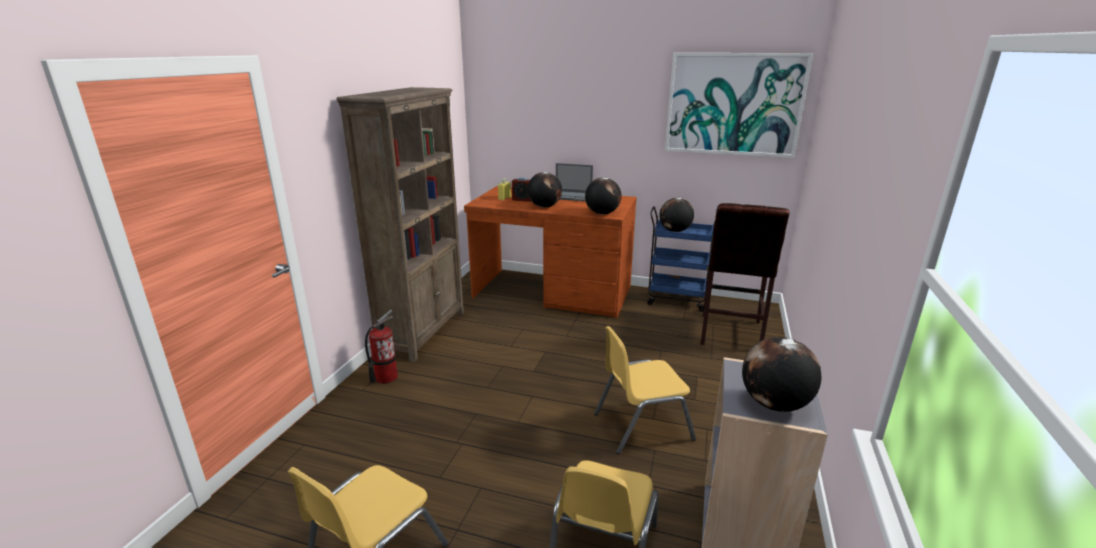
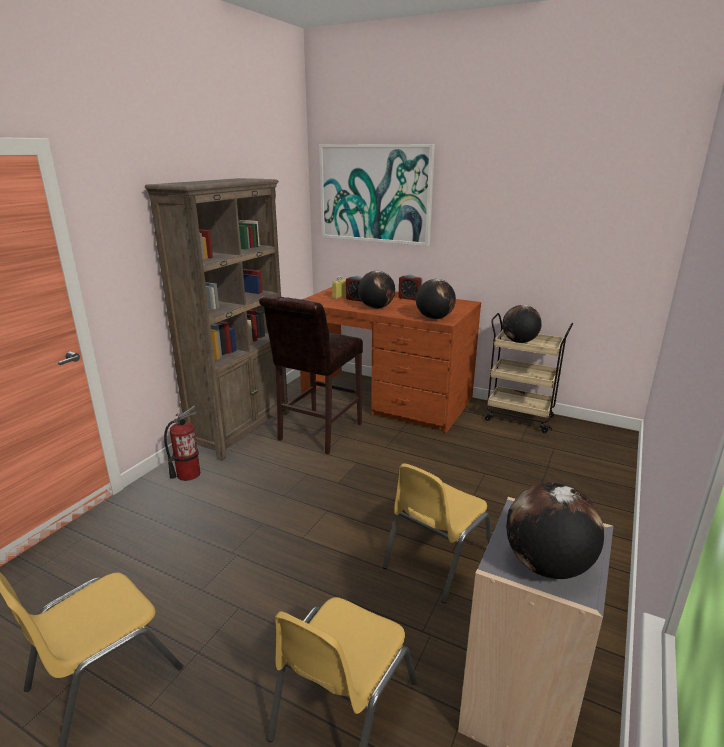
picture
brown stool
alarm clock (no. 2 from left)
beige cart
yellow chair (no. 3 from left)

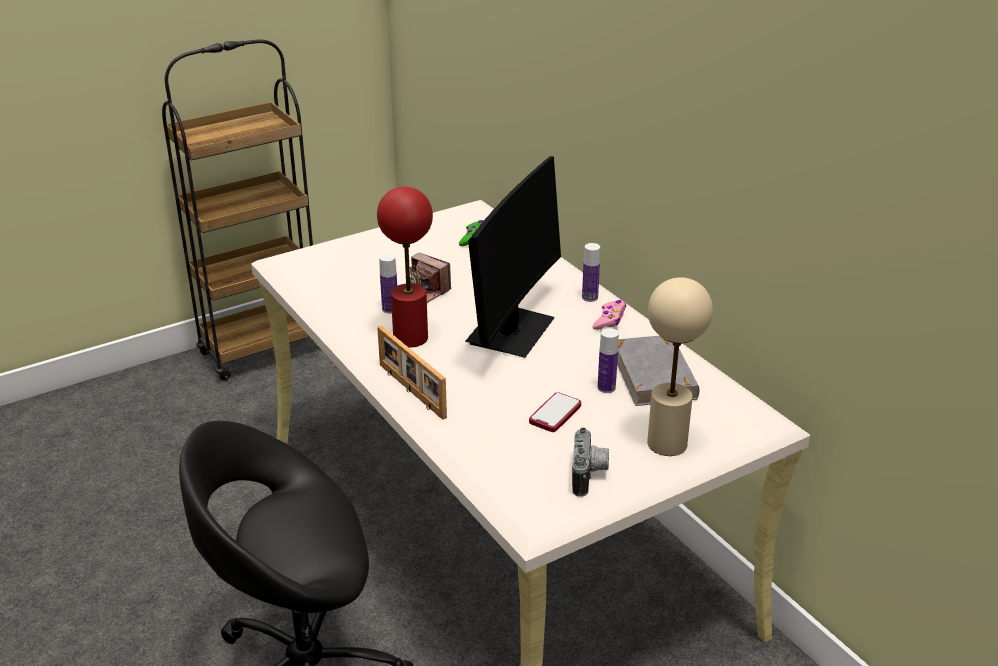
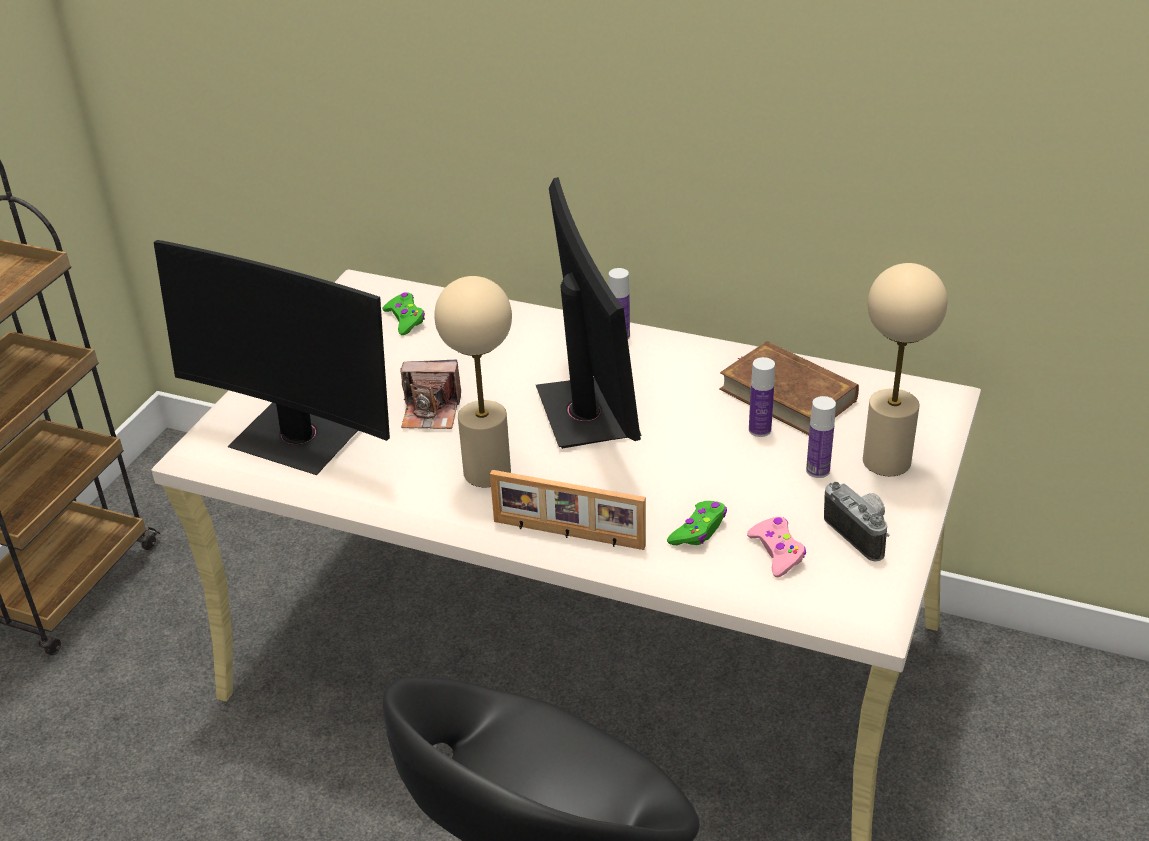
phone
monitor (no. 1 from left)
green game controller (no. 2 from left)
bottle (no. 3 from left)
pink game controller
beige table lamp (no. 1 from left)
brown book

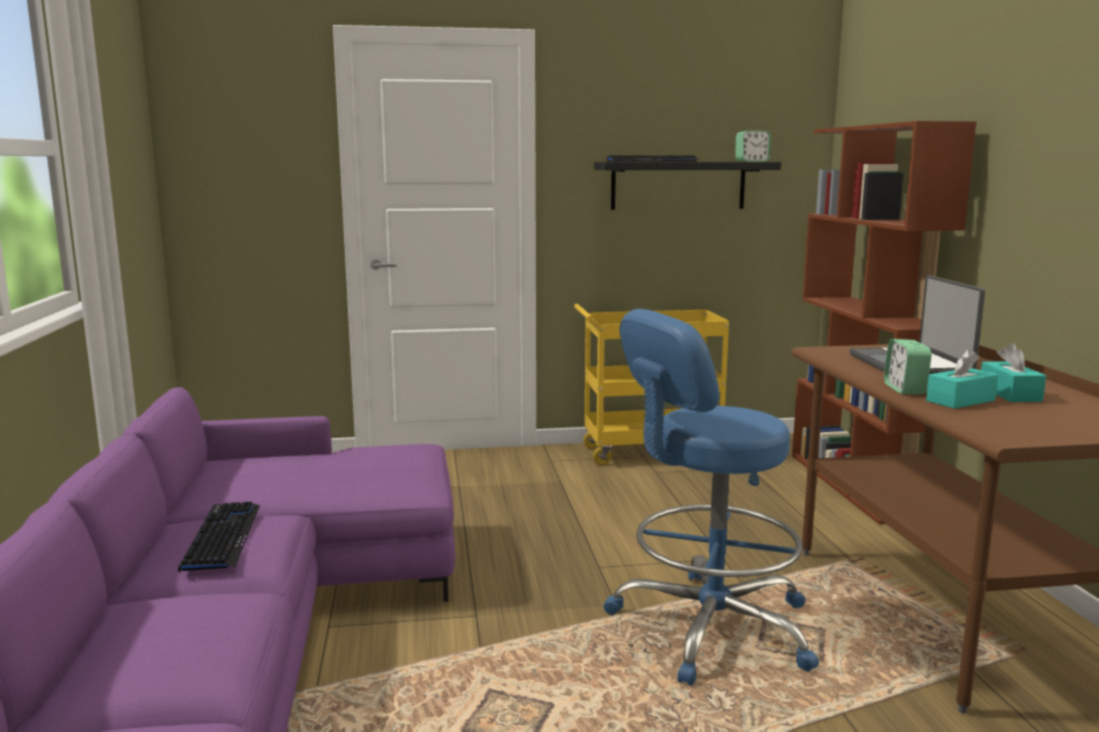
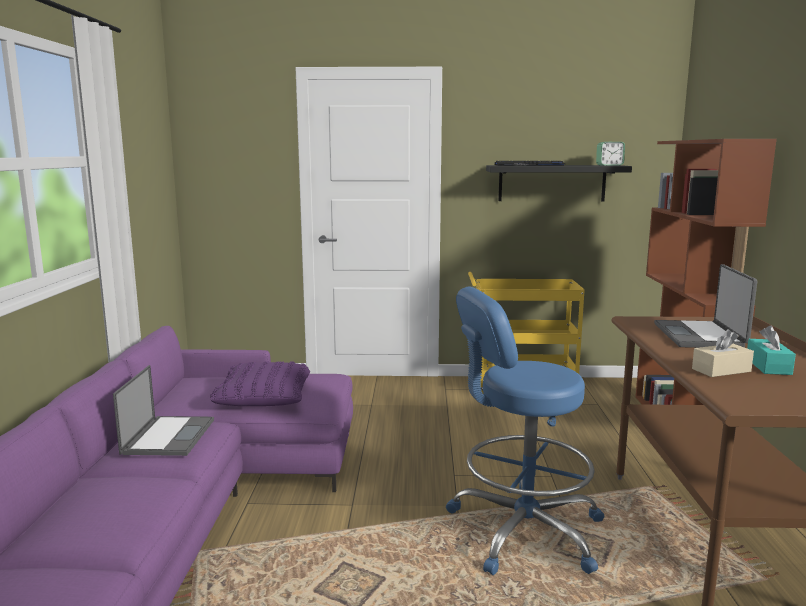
alarm clock (no. 2 from left in the first image)
purple pillow
laptop (no. 1 from left)
beige tissue box

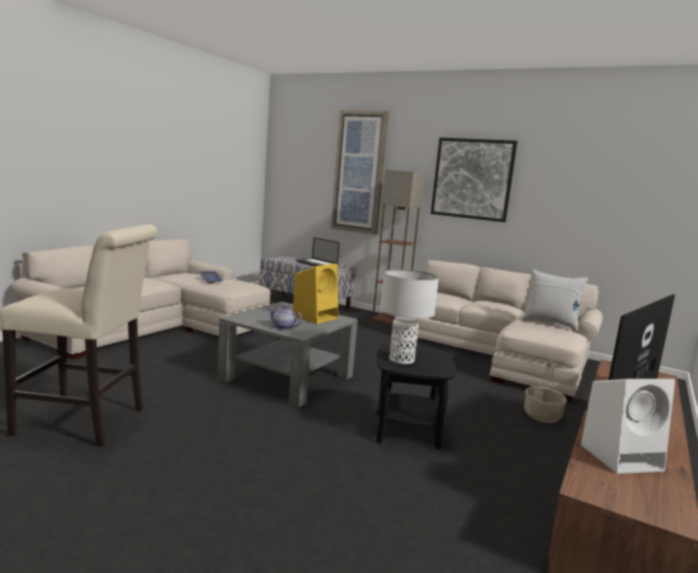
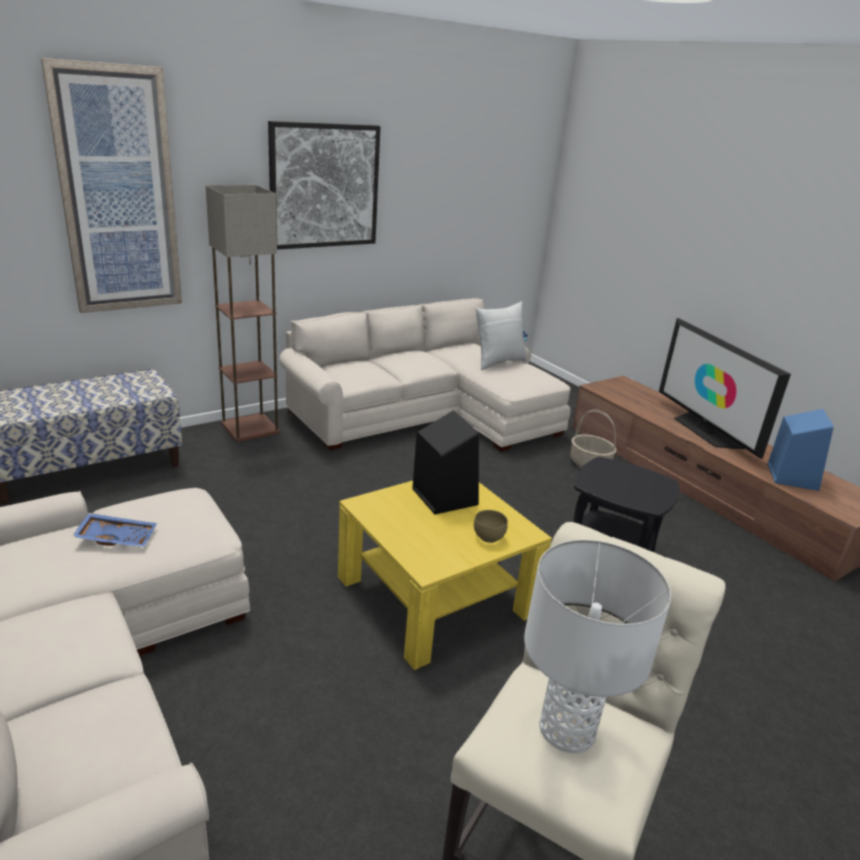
laptop
white table lamp
brown bowl
yellow coffee table
black speaker
blue speaker

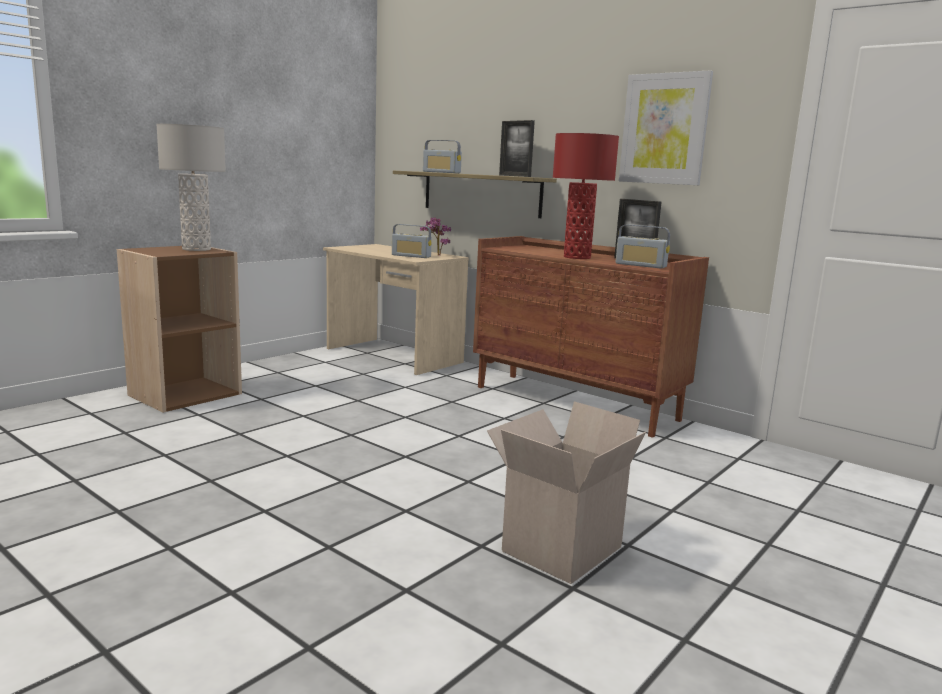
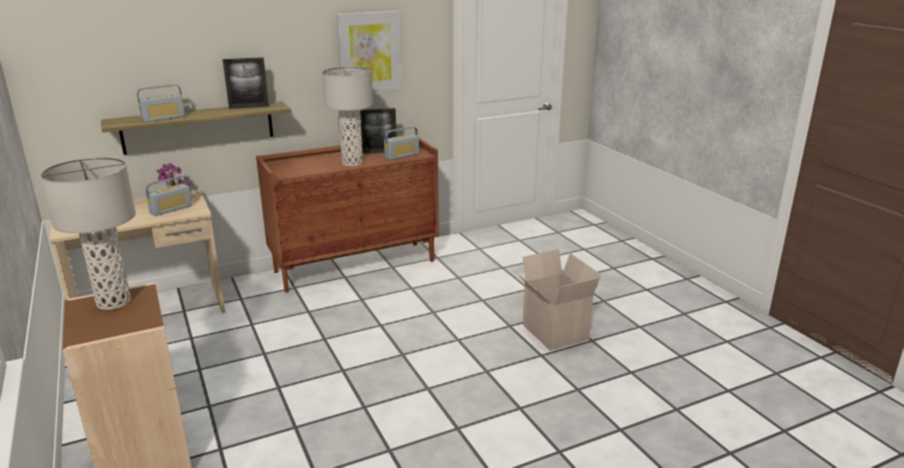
white table lamp (no. 2 from left)

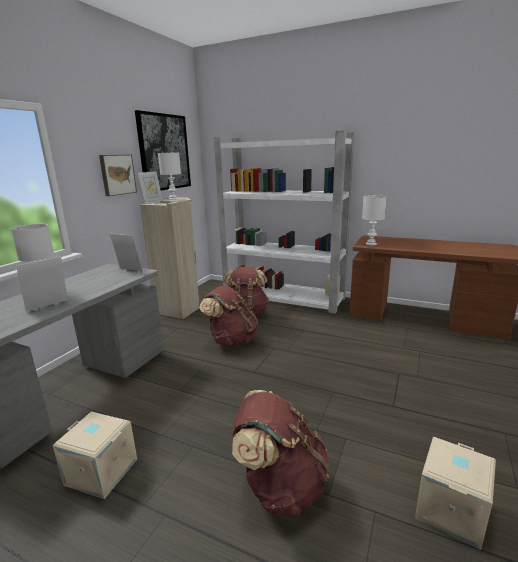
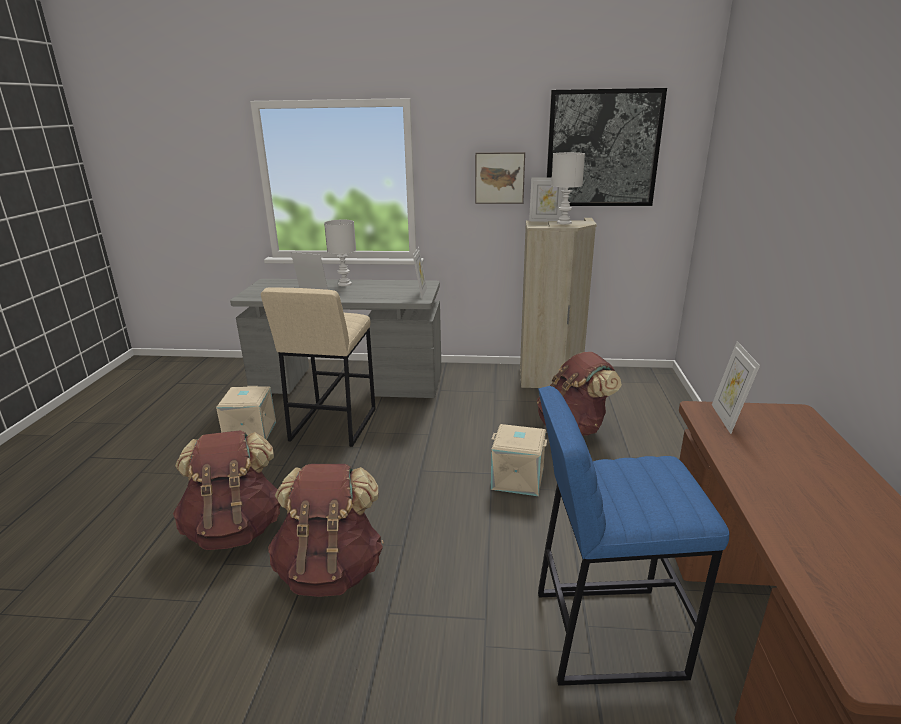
white bookcase
beige stool
blue stool
brown backpack (no. 2 from left)
beige storage box (no. 2 from left)
picture frame (no. 4 from left)

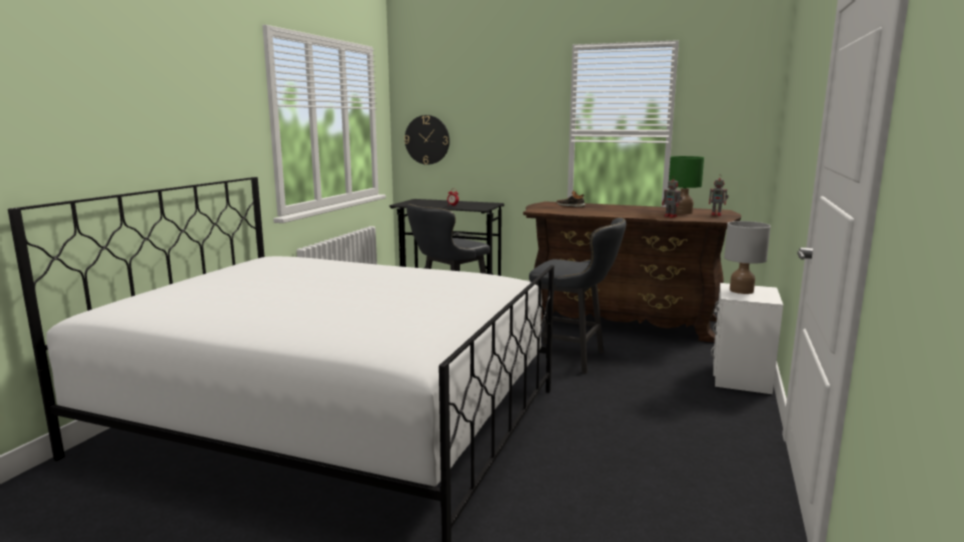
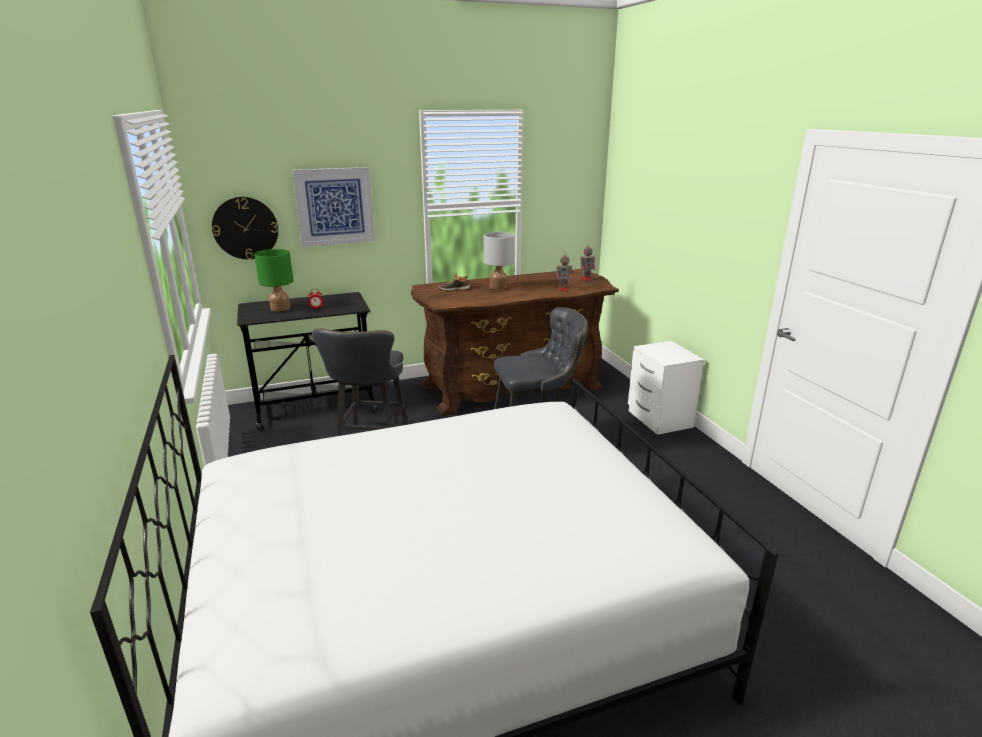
picture
green table lamp
grey table lamp

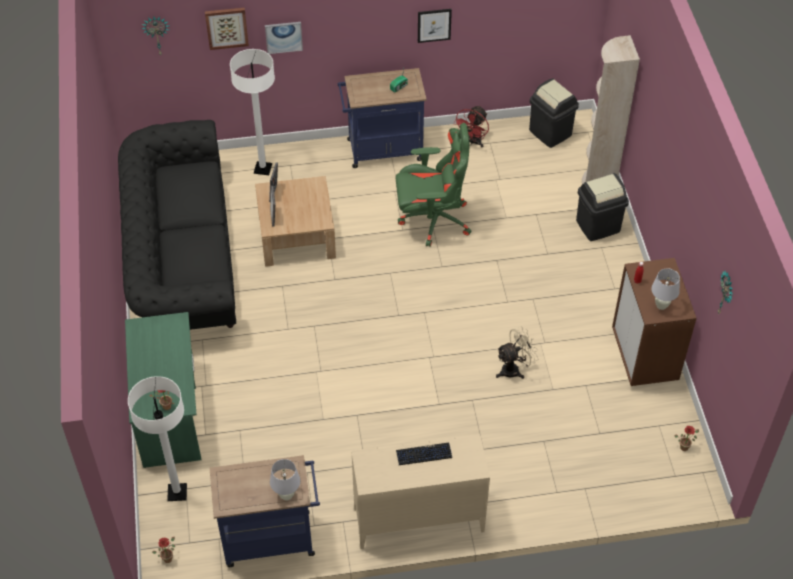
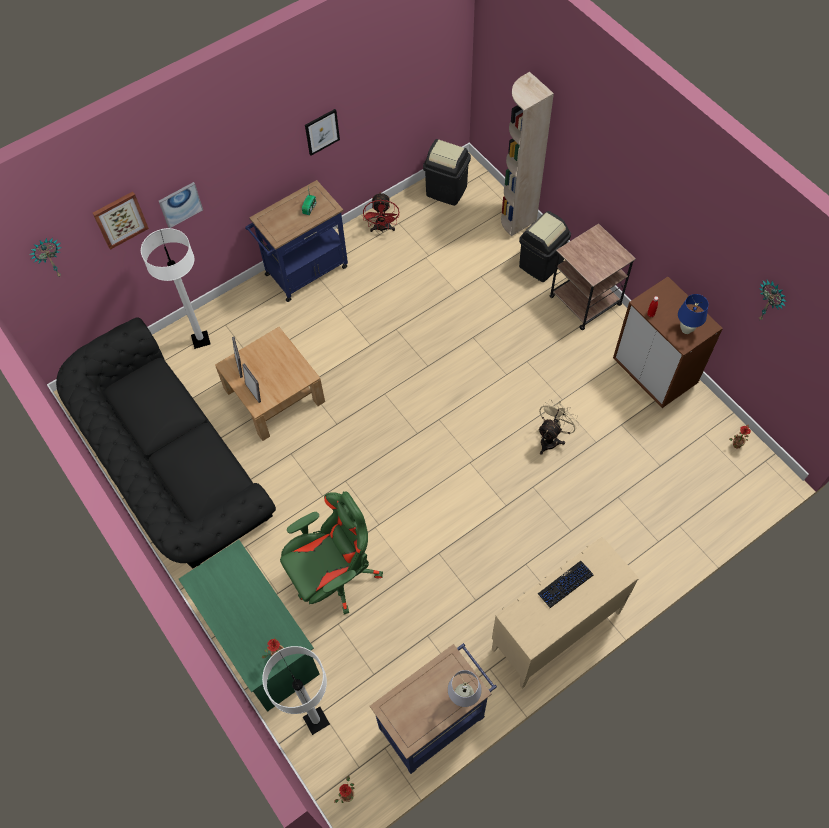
brown cart
green office chair
blue table lamp

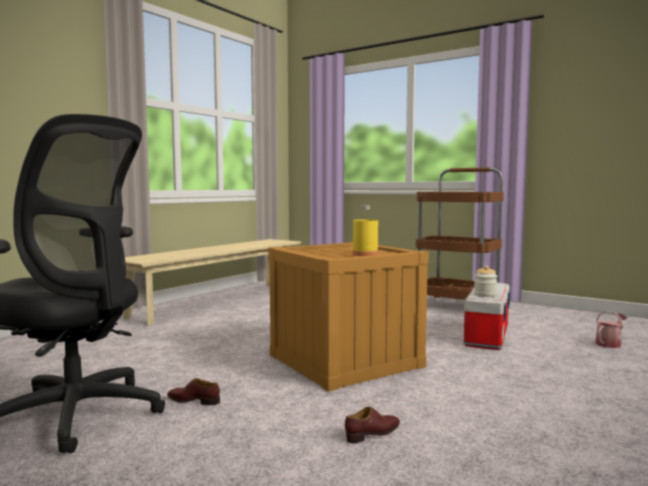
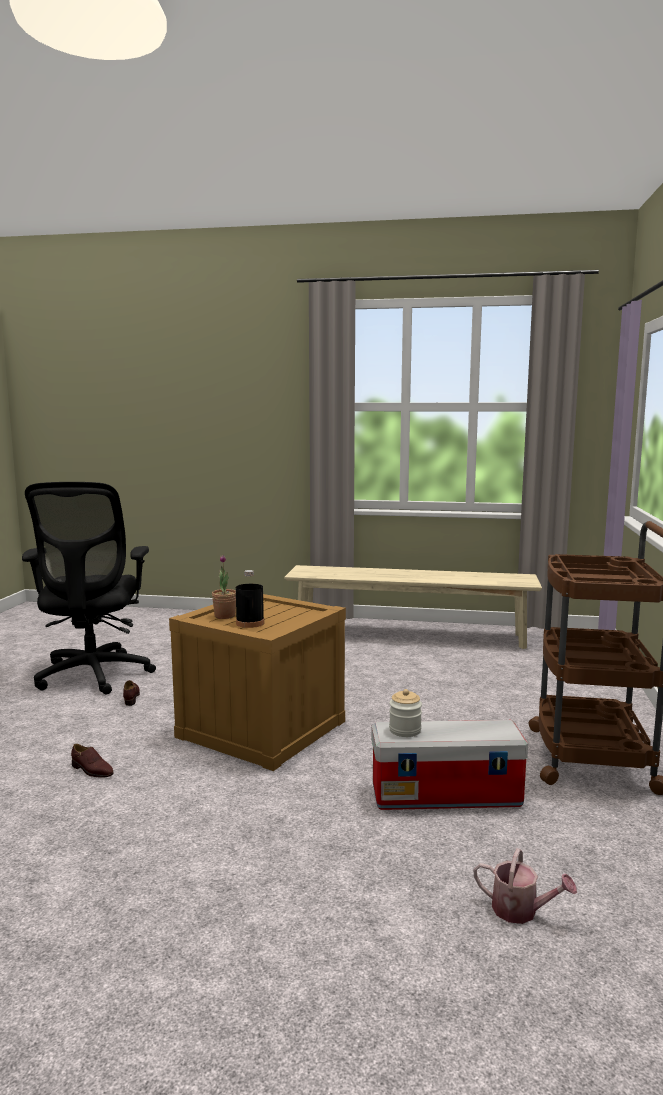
potted plant
black bottle

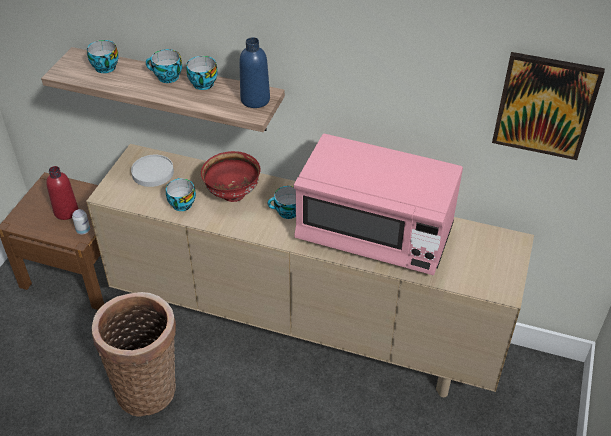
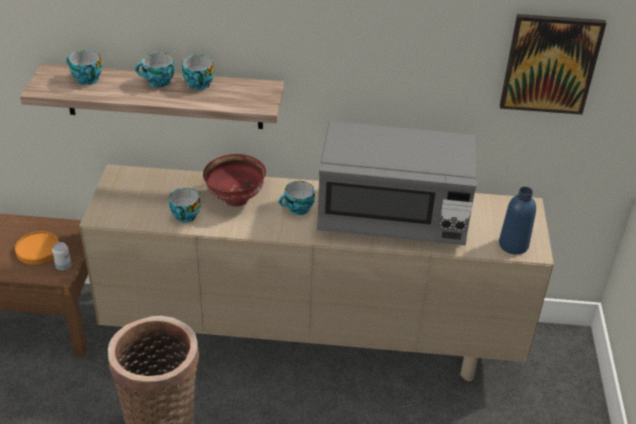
white plate
blue bottle
orange plate
grey microwave

